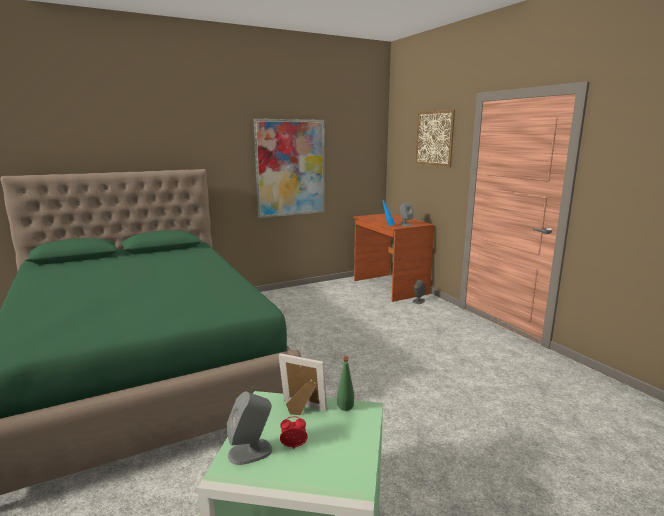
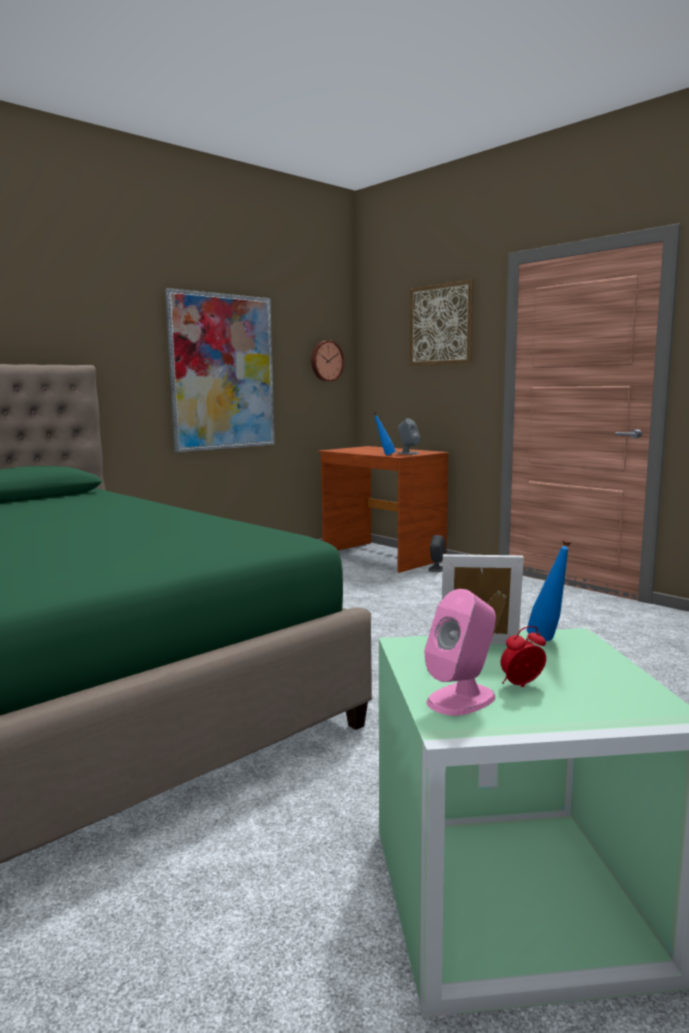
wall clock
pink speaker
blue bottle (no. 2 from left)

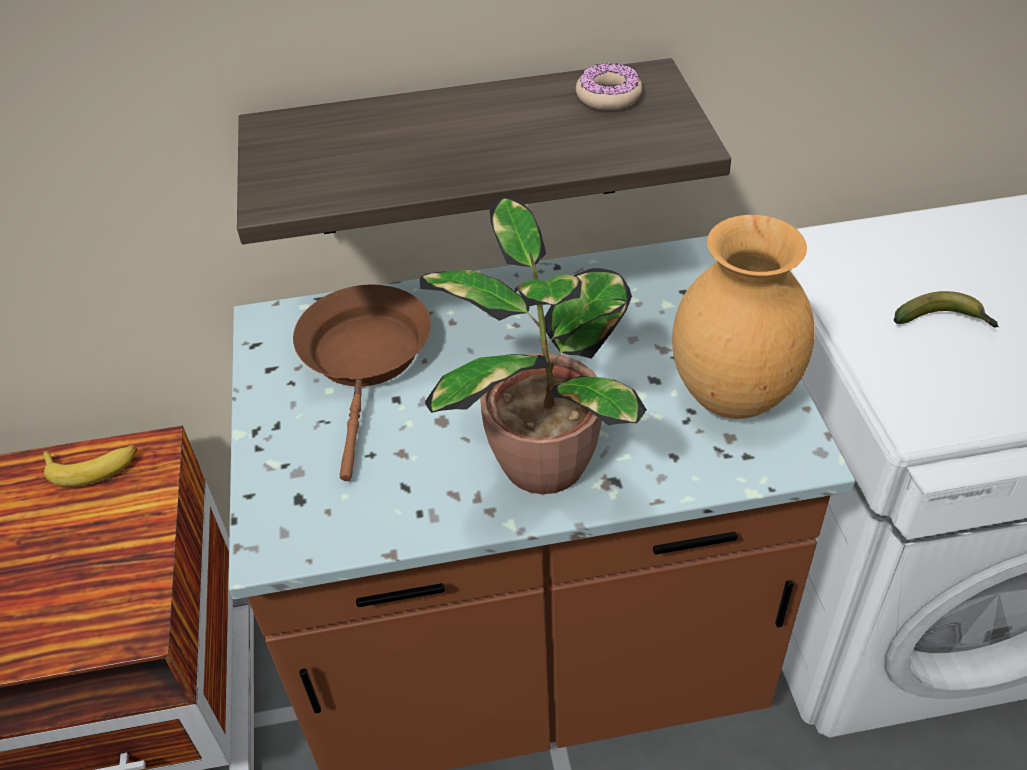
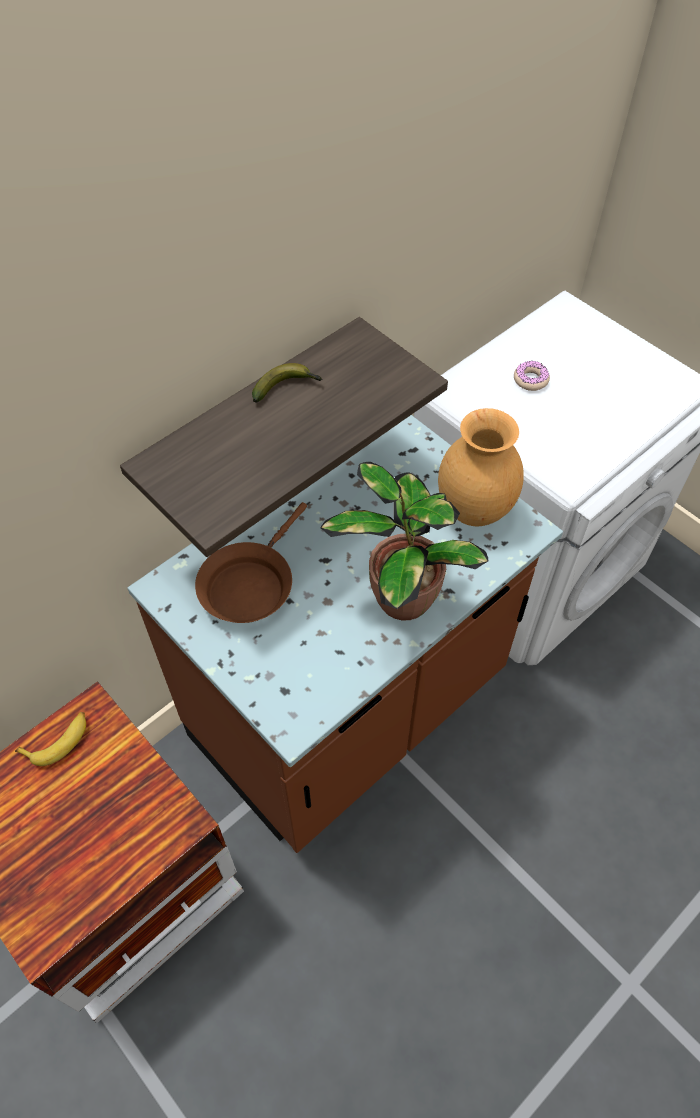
donut
banana (no. 2 from left)
brown frying pan

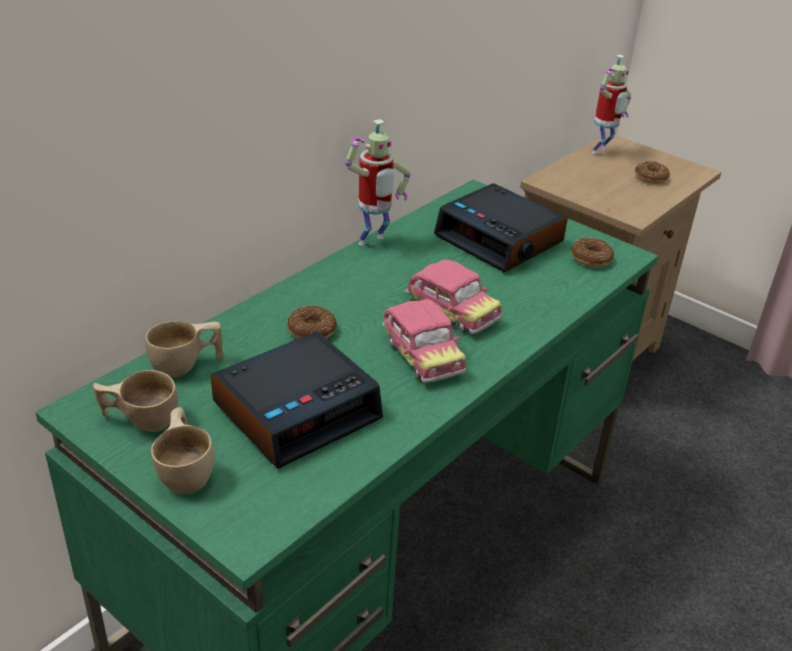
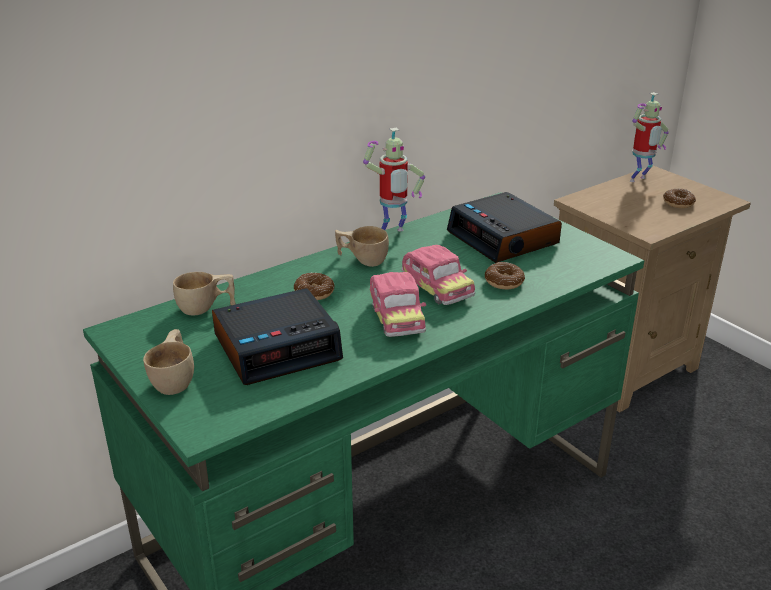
beige cup (no. 3 from left)
donut (no. 2 from left)

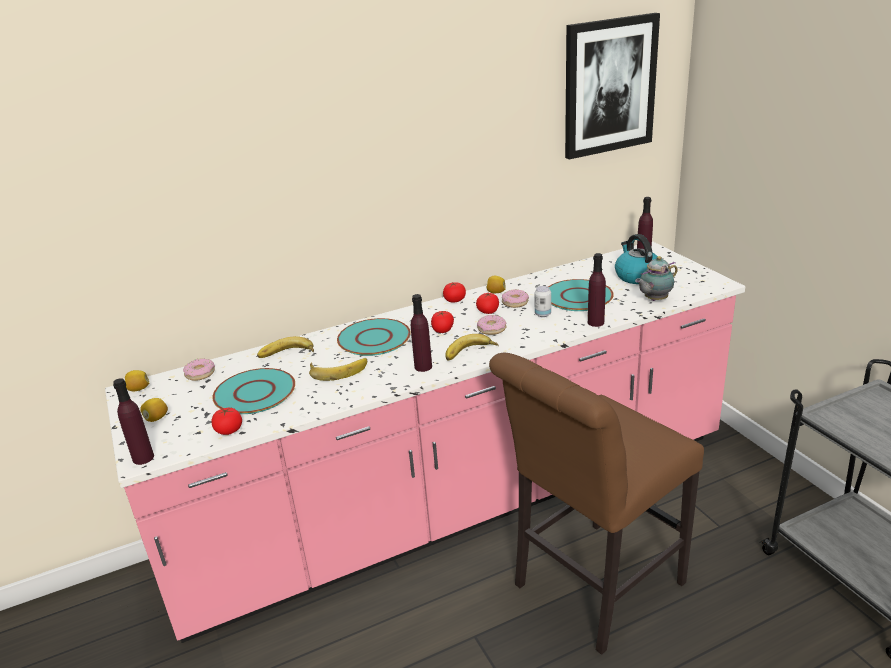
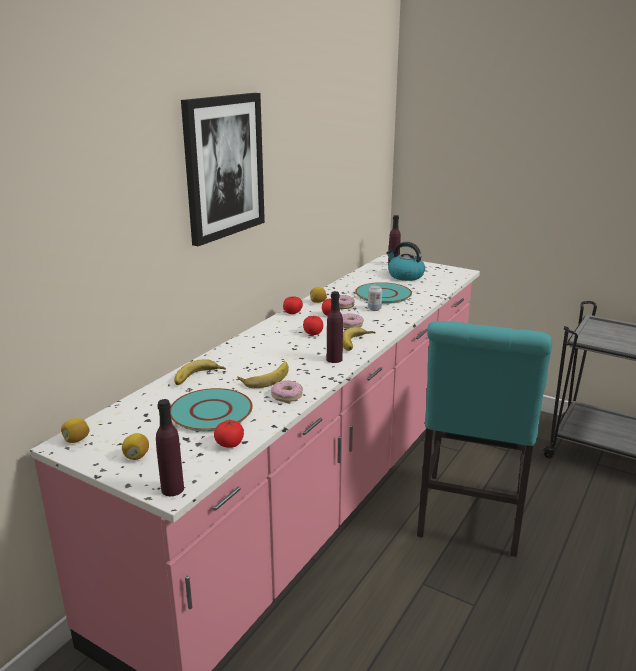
turquoise plate (no. 2 from left in the first image)
purple bottle (no. 3 from left in the first image)
teapot
donut (no. 1 from left)
picture
turquoise stool

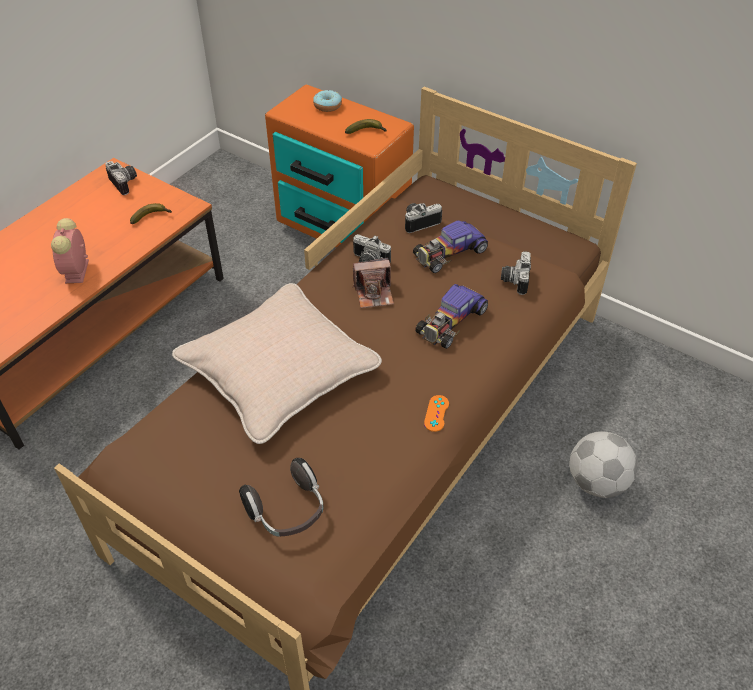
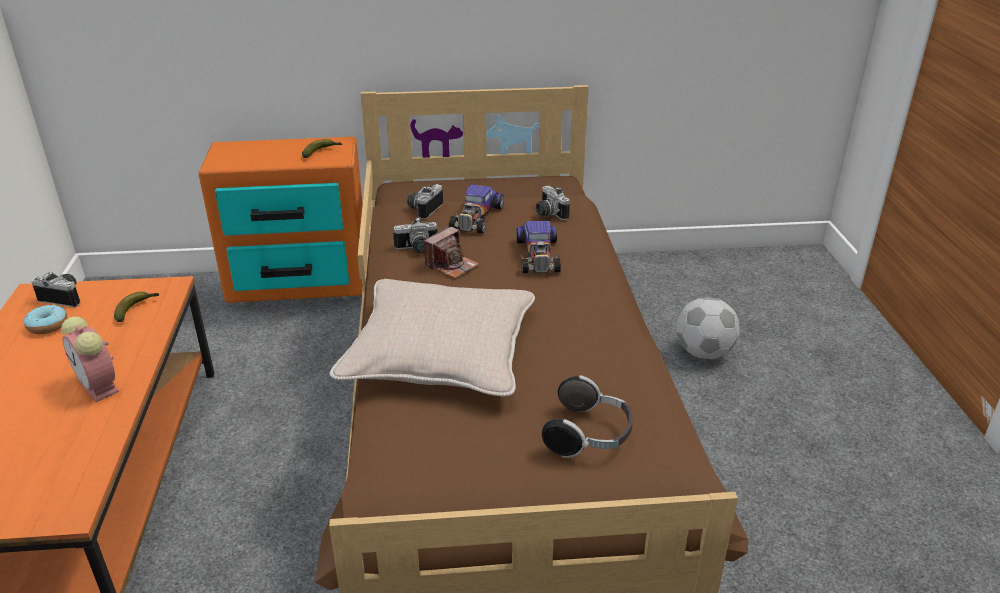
orange game controller
donut

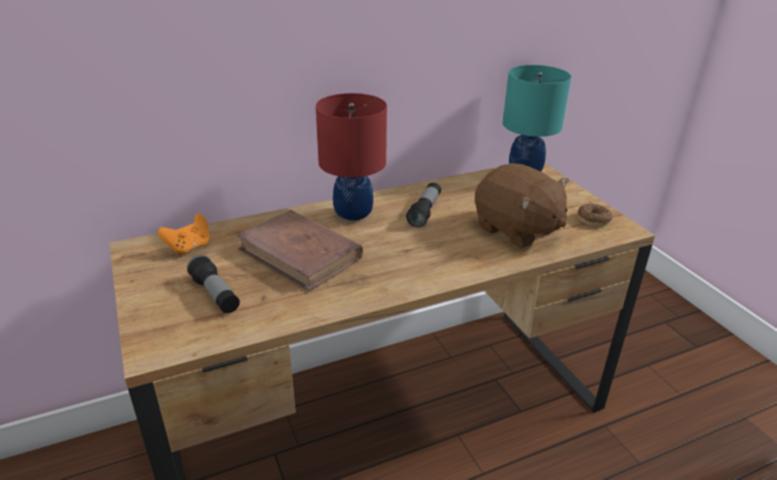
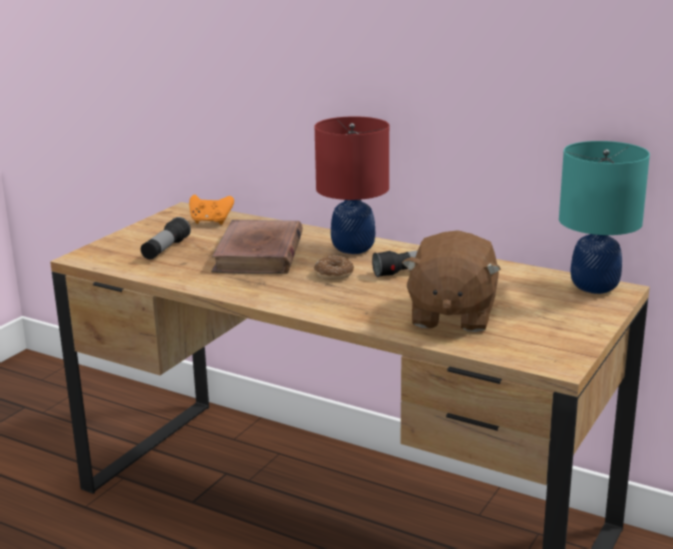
donut

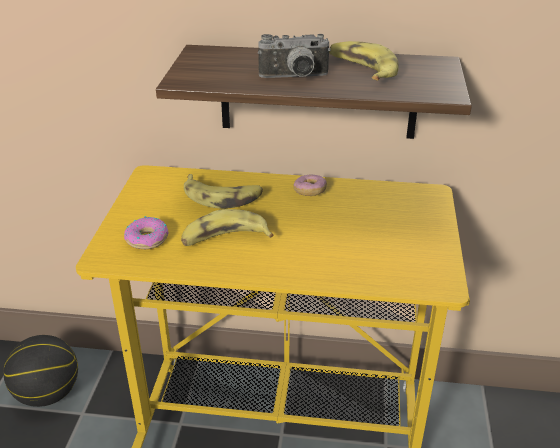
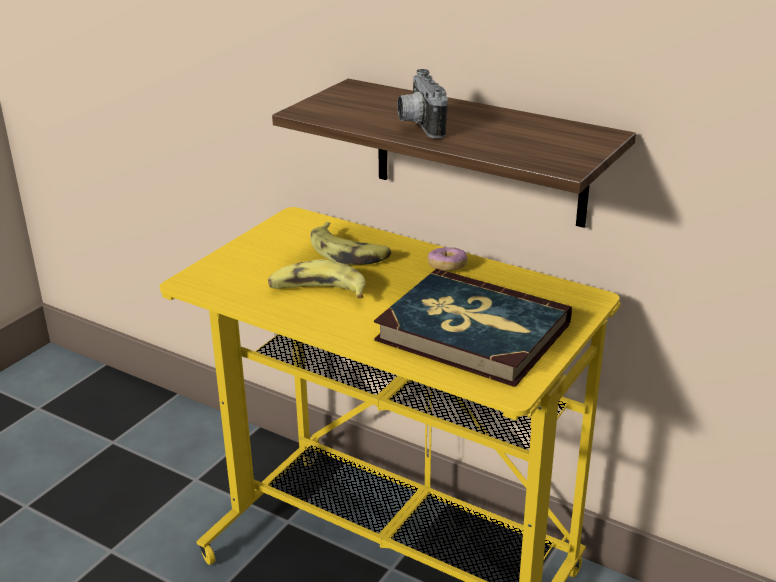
basketball
donut (no. 1 from left in the first image)
banana (no. 3 from left in the first image)
book
photo camera

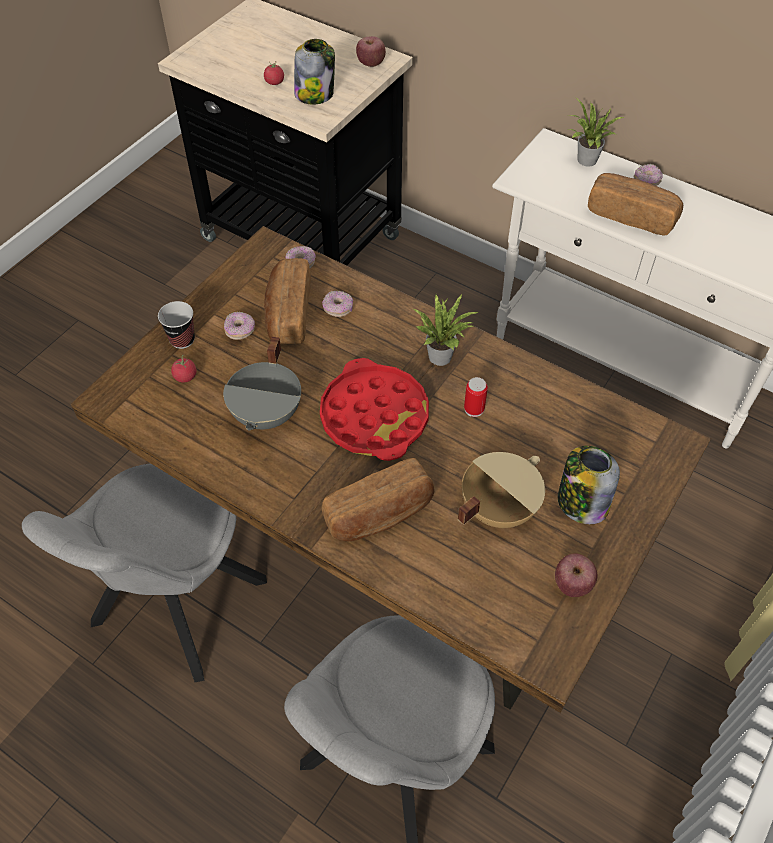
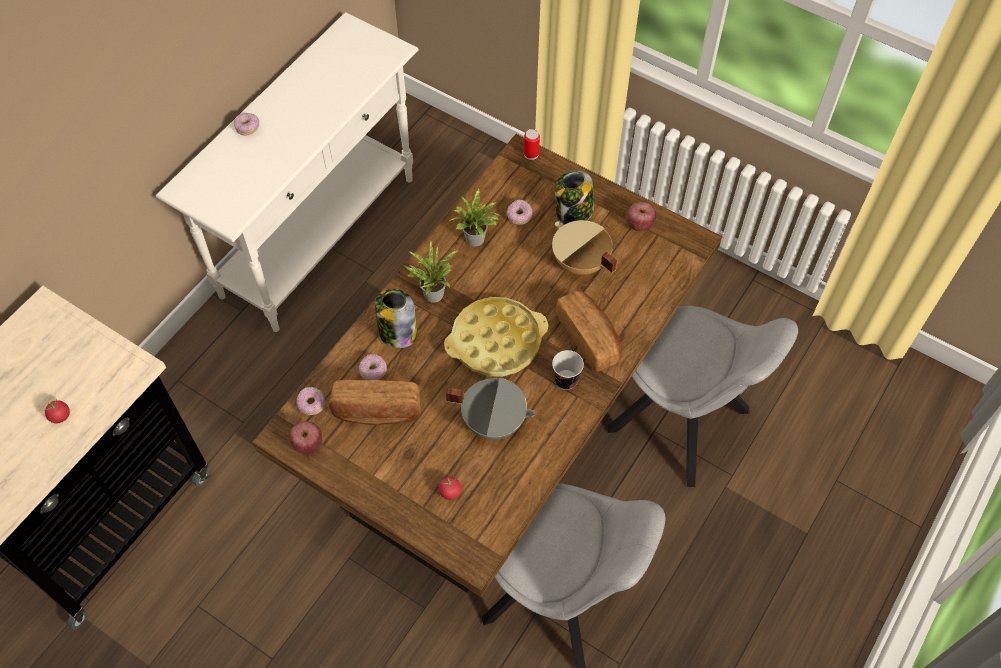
bread (no. 3 from left in the first image)
cup
donut (no. 4 from left)
jar (no. 1 from left)
apple (no. 1 from left)
can
potted plant (no. 2 from left)
yellow tray

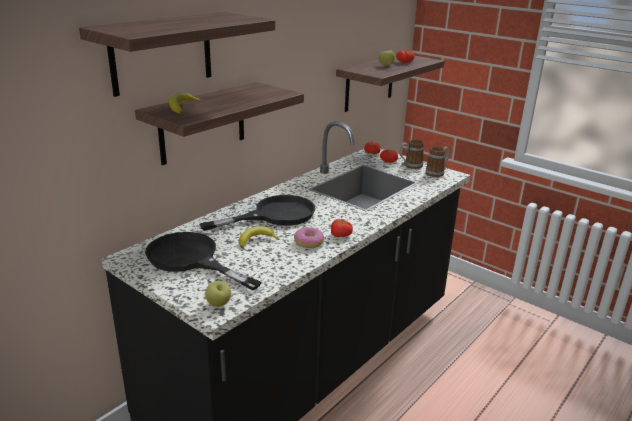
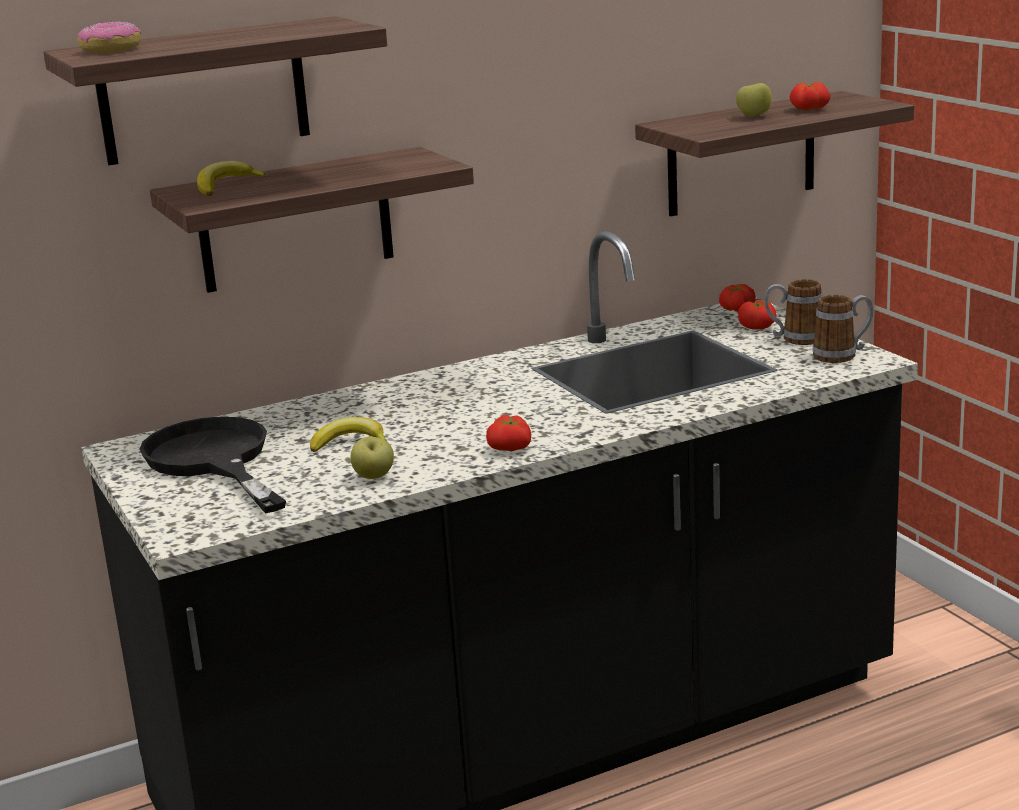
black frying pan (no. 2 from left in the first image)
apple (no. 1 from left)
donut

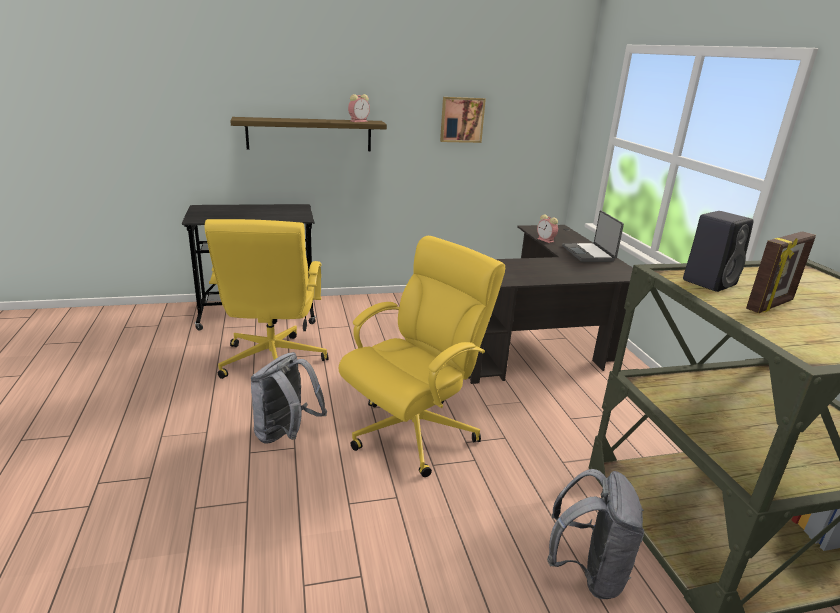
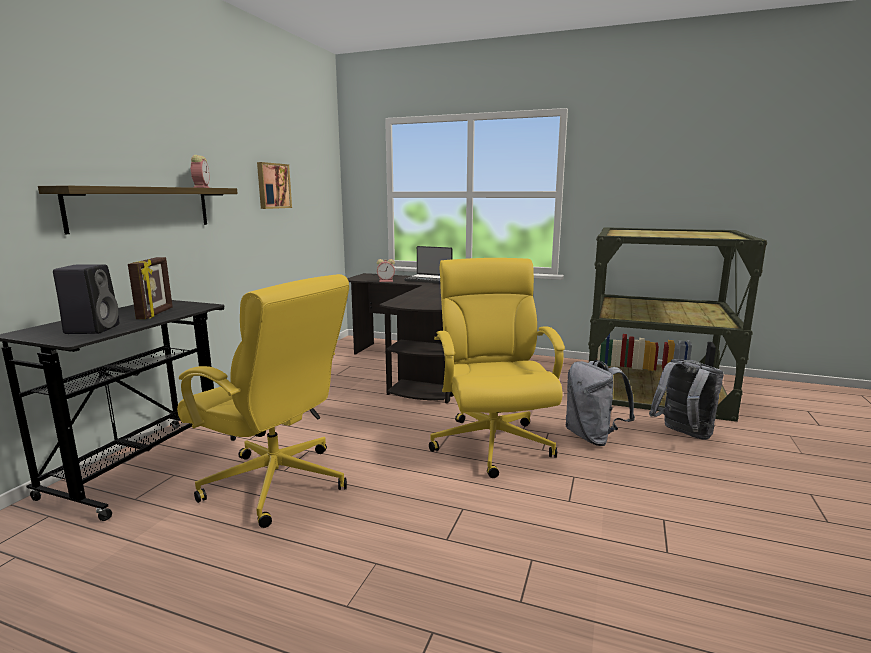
grey backpack (no. 1 from left)
black speaker
picture frame

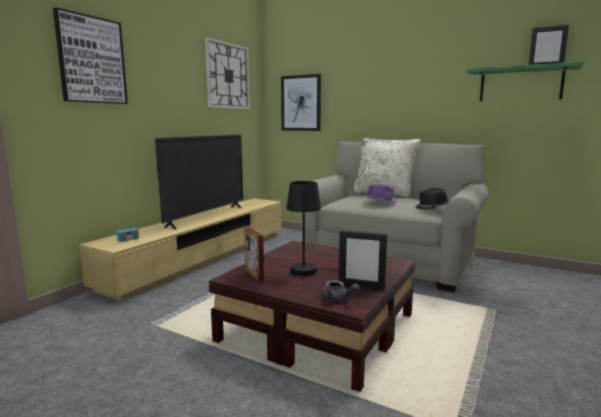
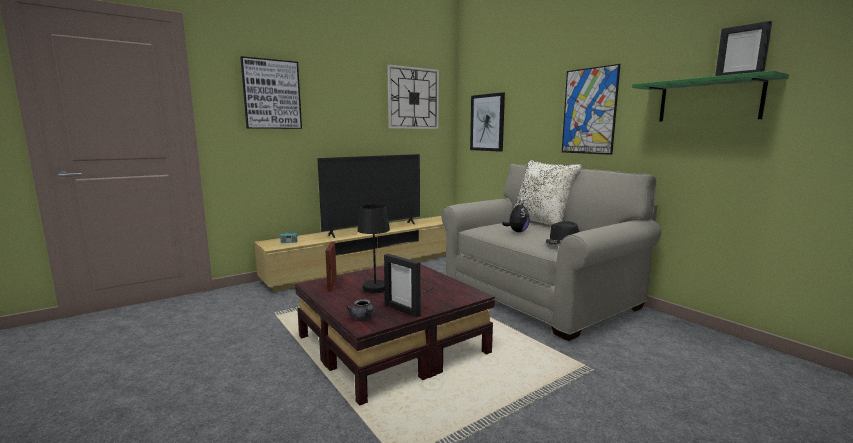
picture (no. 3 from left)
plush toy

